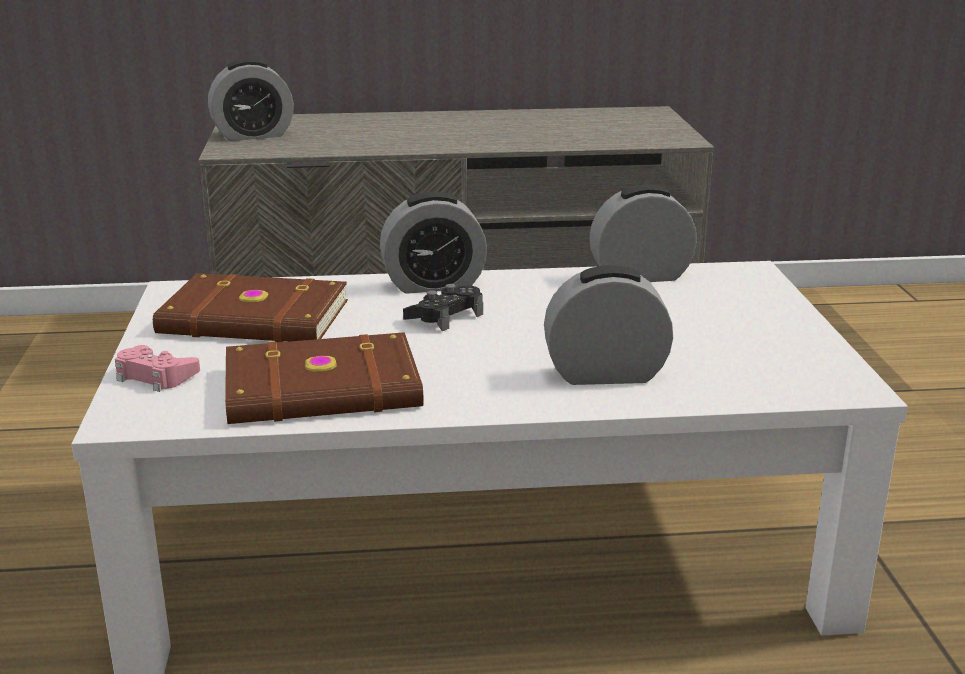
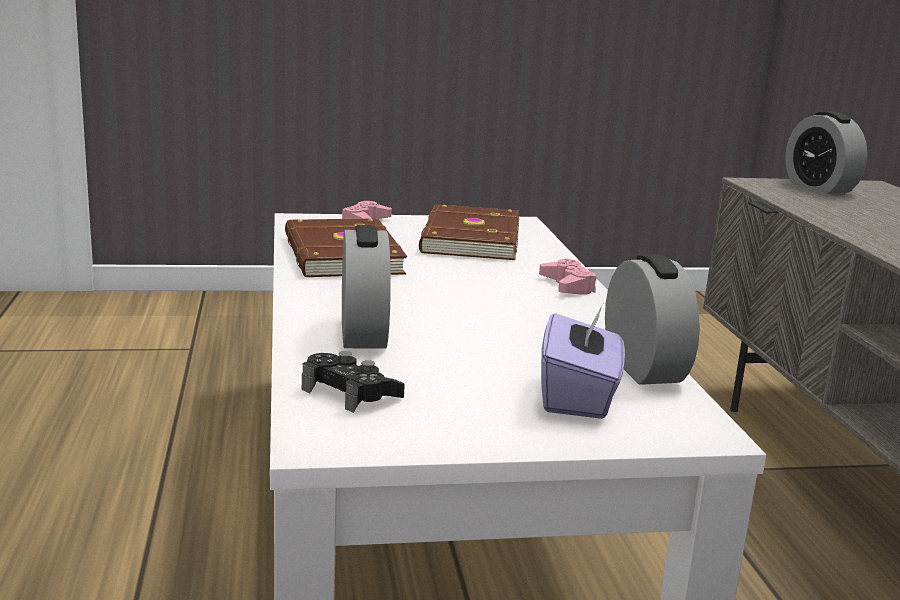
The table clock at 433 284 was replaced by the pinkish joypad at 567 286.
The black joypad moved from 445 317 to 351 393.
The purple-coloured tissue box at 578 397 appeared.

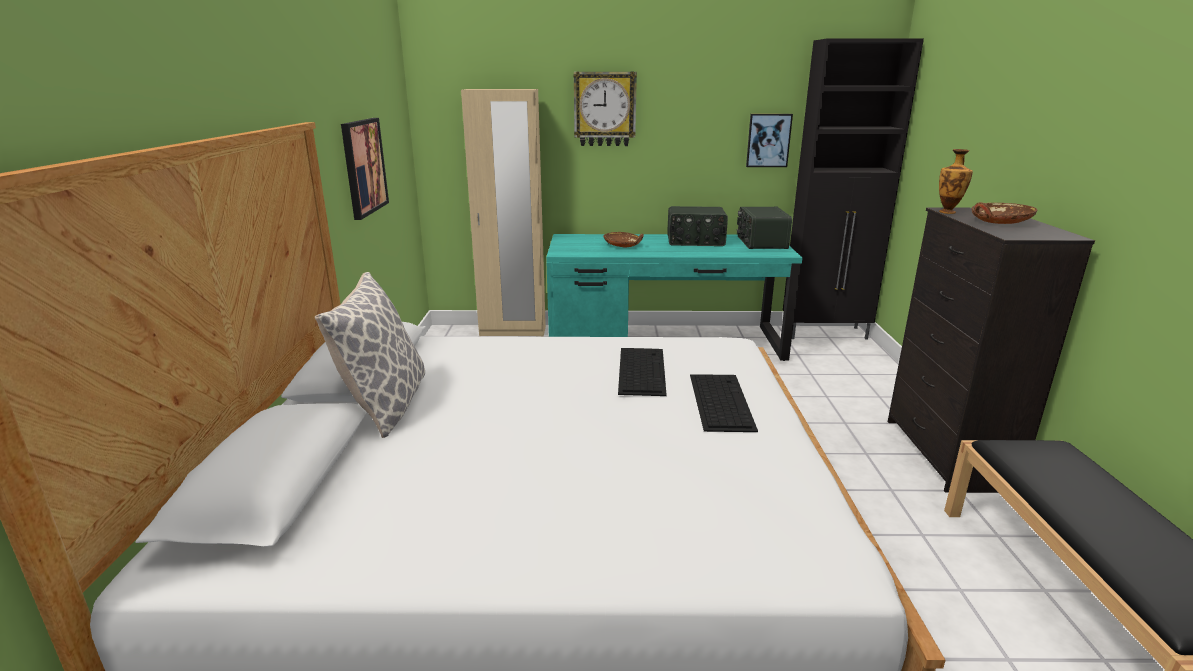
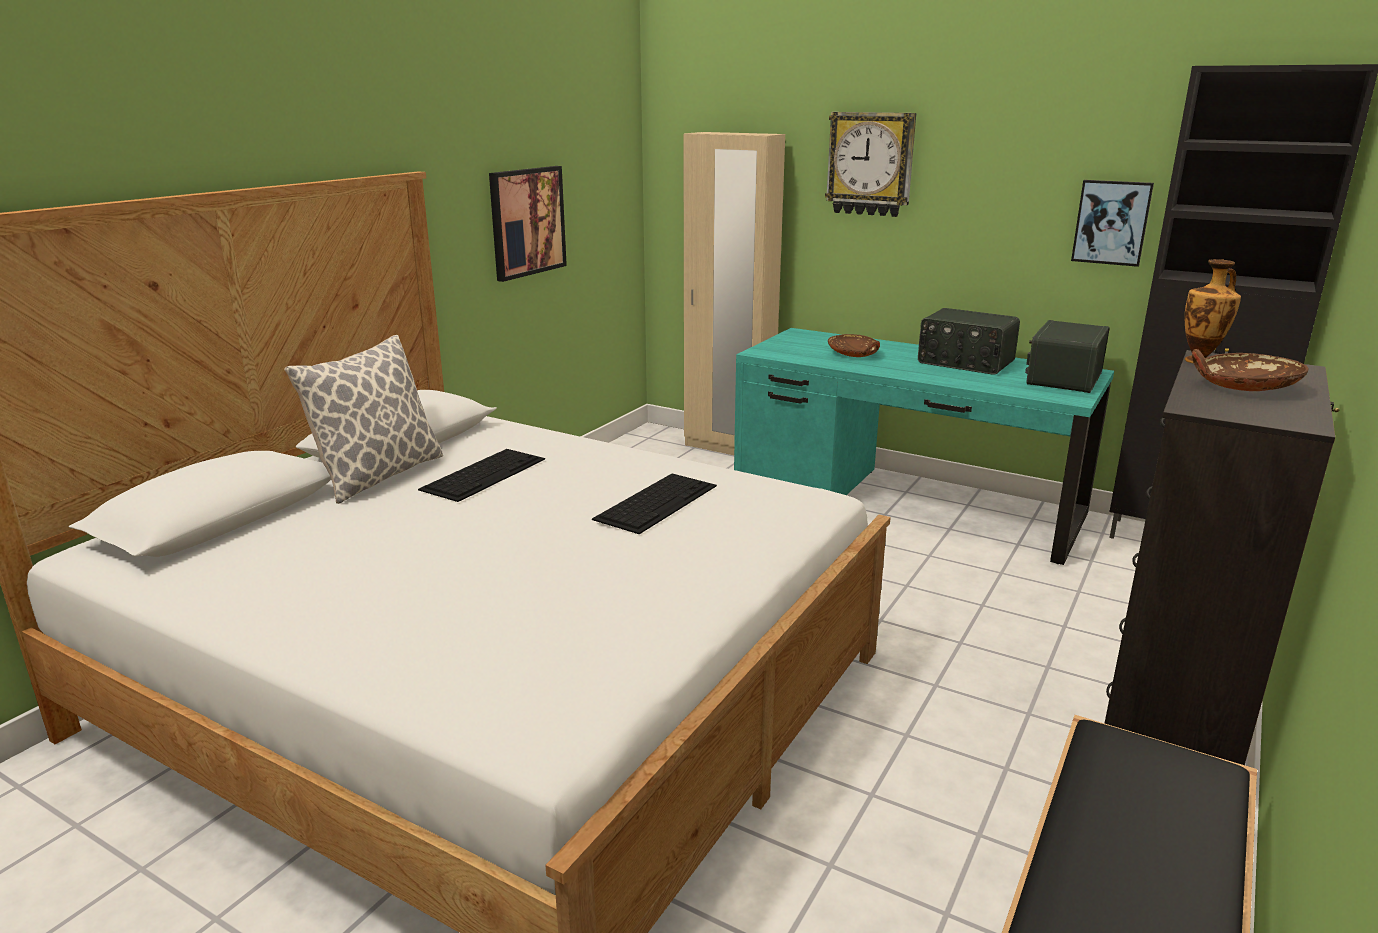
The keyboard moved from 720 400 to 484 473.

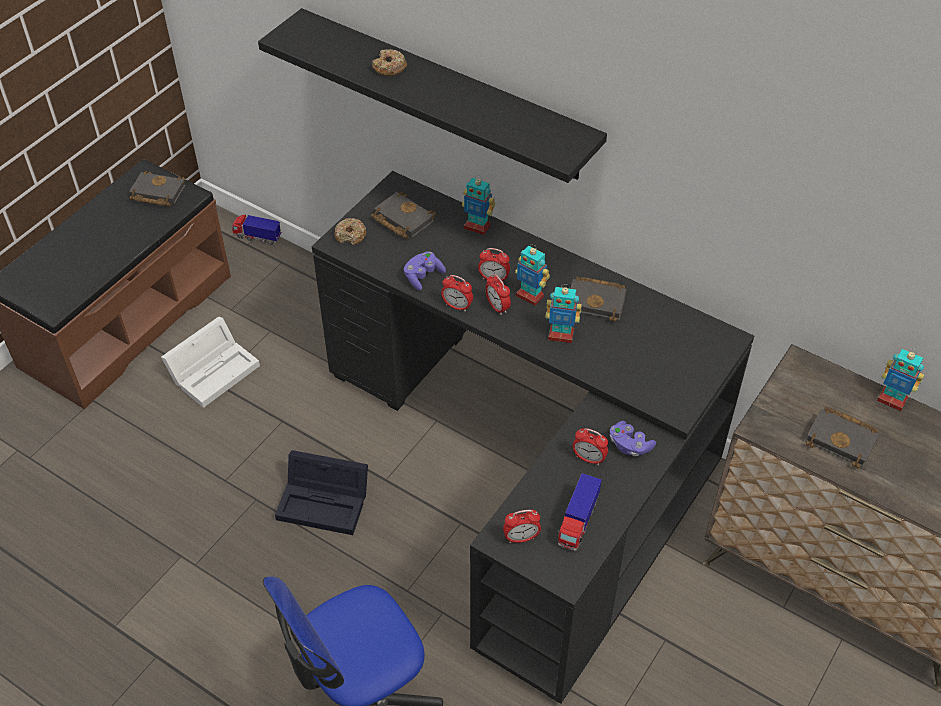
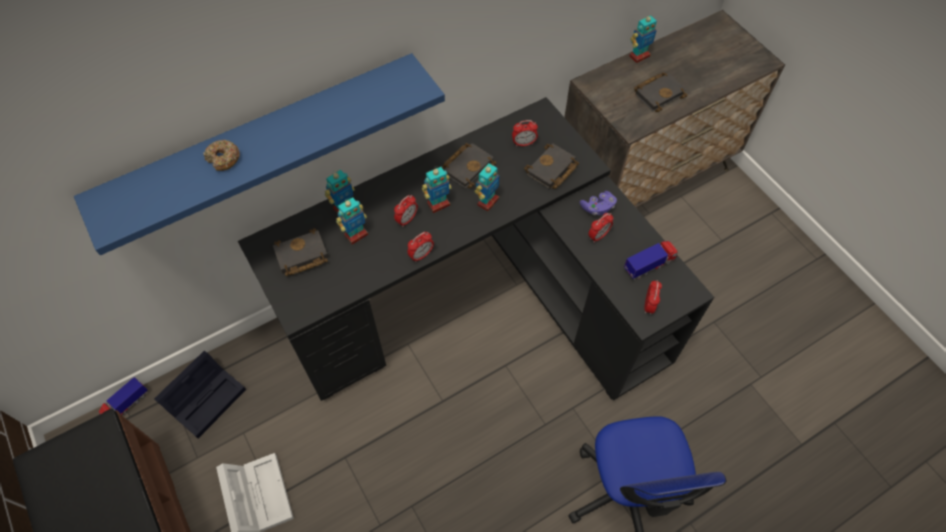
The black bound book moved from 156 193 to 551 170.
The black bracket shelf at 446 95 became the blue-coloured bracket shelf at 262 141.
The black storage bin moved from 326 501 to 206 397.
The donut at 351 235 disappeared.
The purple-coloured joypad at 423 276 disappeared.
The table clock moved from 497 307 to 524 143.
The toy truck at 578 522 turned 75 degrees counterclockwise.
The robot figure at 356 234 appeared.

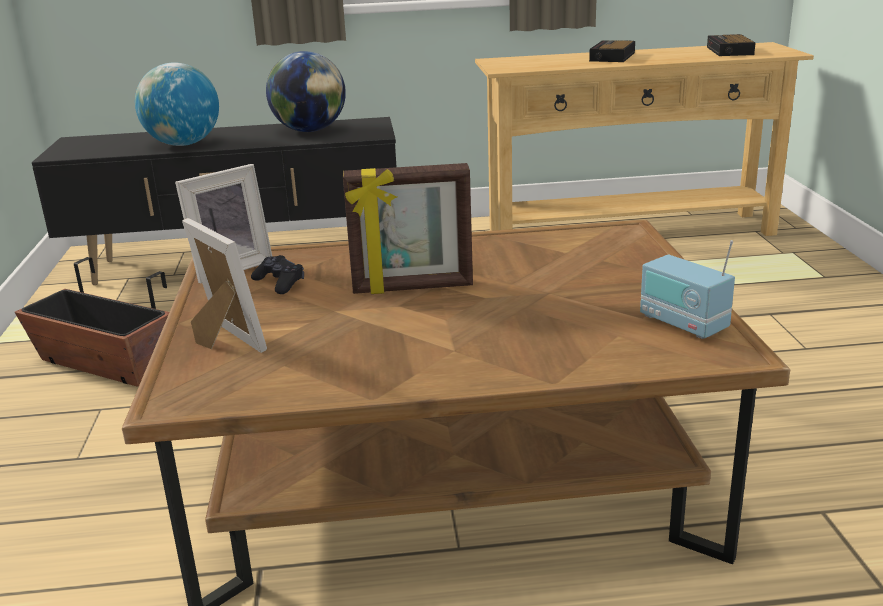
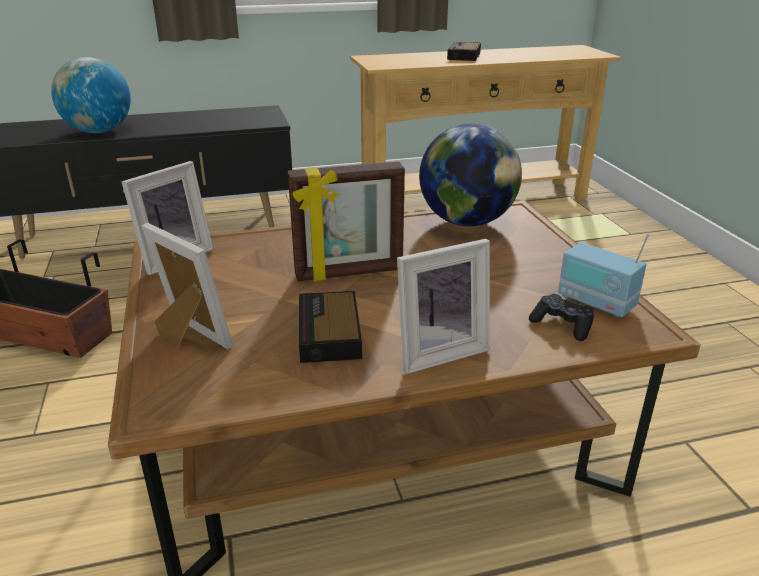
The black joypad moved from 279 283 to 562 325.
The desk globe moved from 310 130 to 466 222.
The table clock moved from 730 51 to 329 334.
The picture frame at 438 351 appeared.

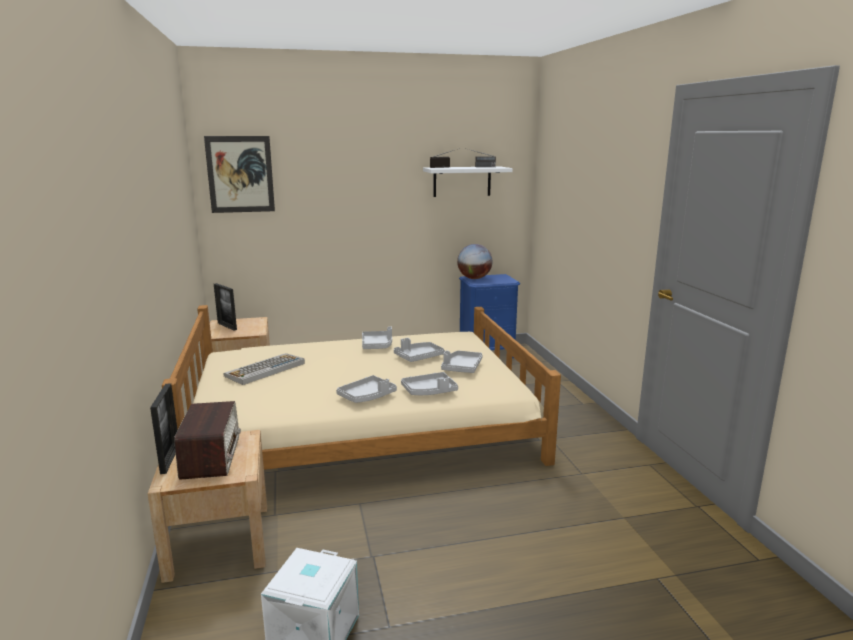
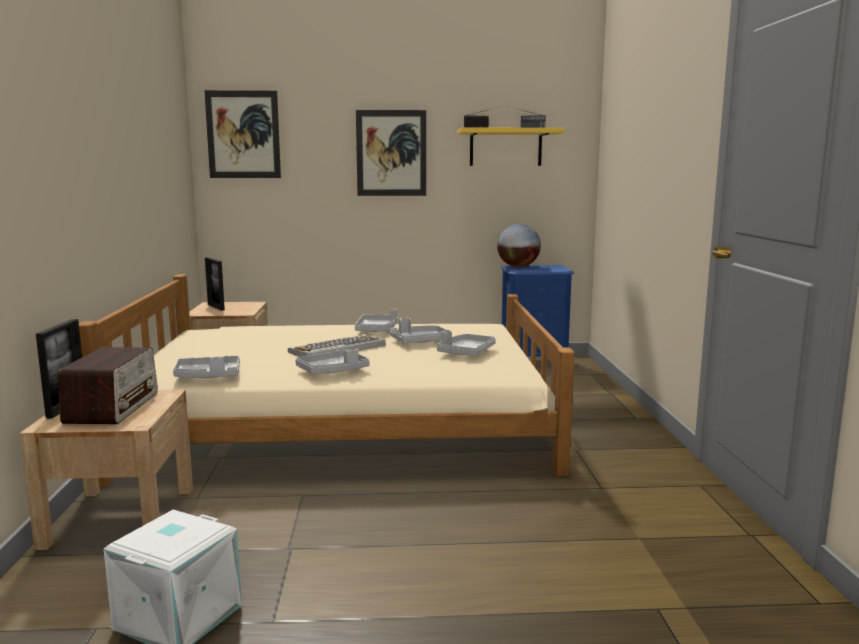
The keyboard moved from 265 370 to 337 349.
The gray tray moved from 429 391 to 208 376.
The whitish bracket shelf at 462 181 became the yellow bracket shelf at 505 147.
The wall art at 391 153 appeared.

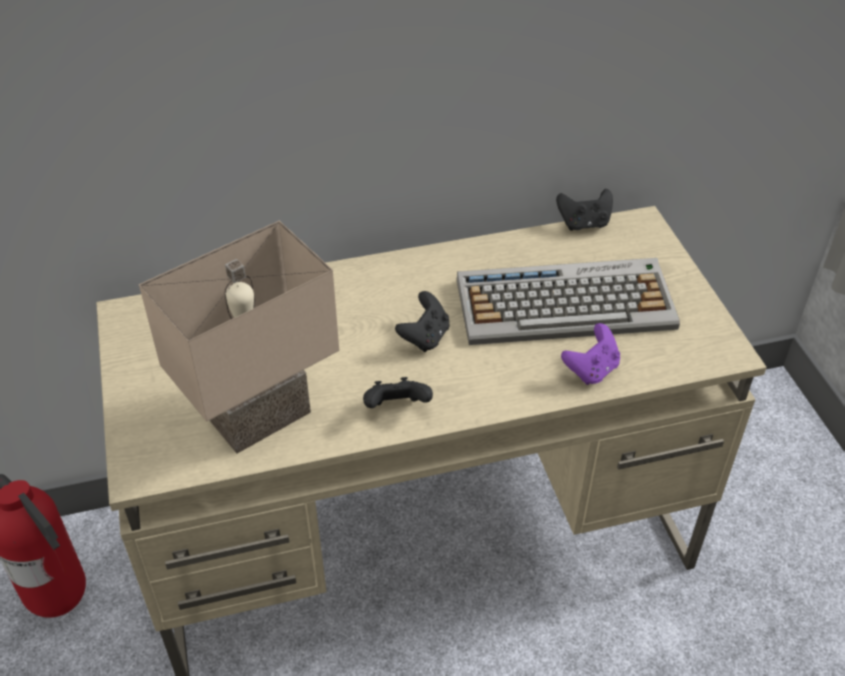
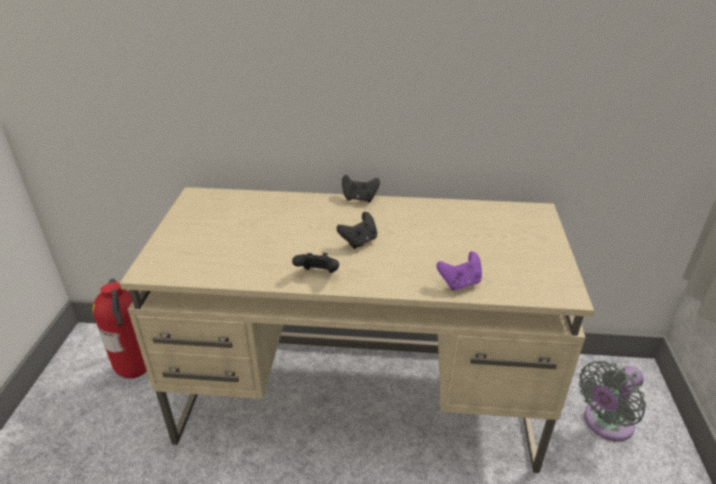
The sand-coloured table lamp at 261 420 disappeared.
The keyboard at 566 303 disappeared.
The black joypad moved from 584 224 to 359 198.
The gray fan at 605 423 appeared.

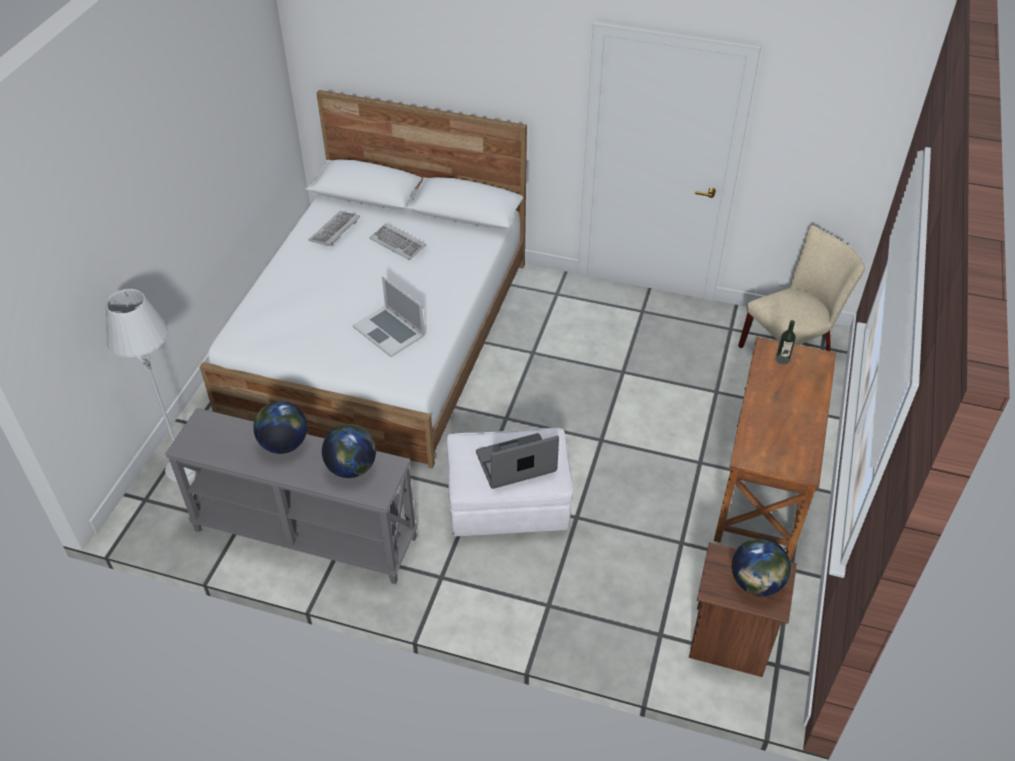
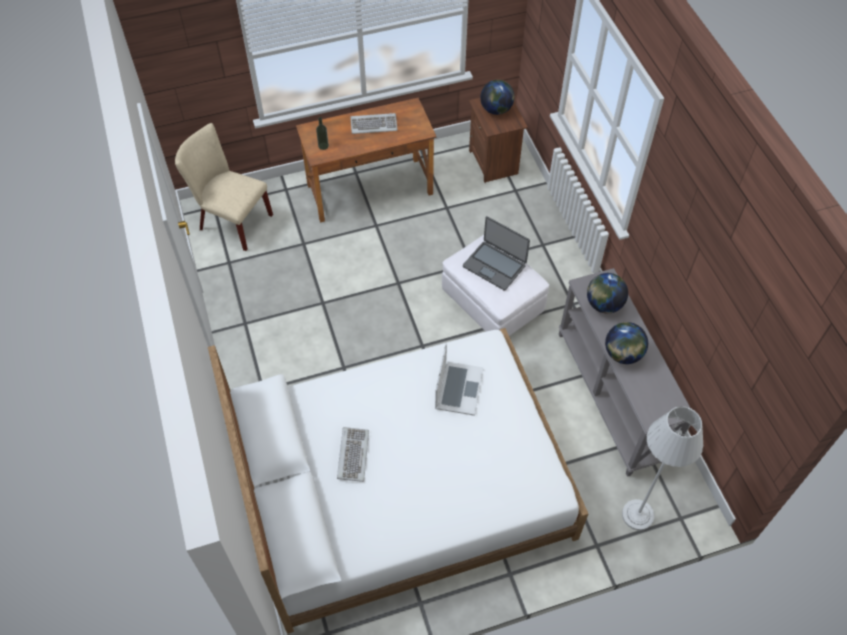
The keyboard moved from 335 230 to 374 124.

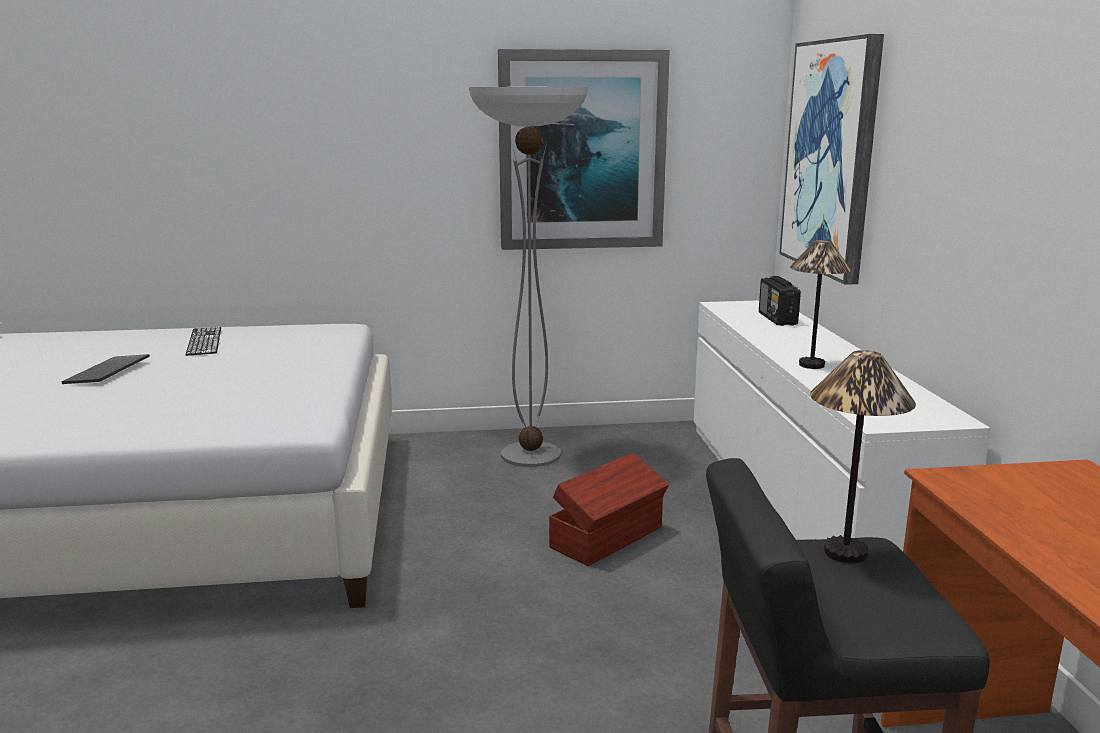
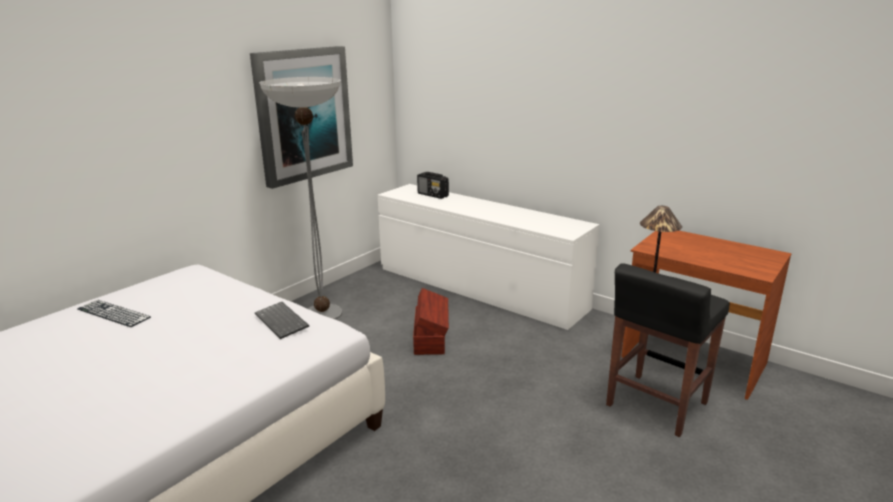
The keyboard moved from 108 372 to 283 321.
The wall art at 831 157 disappeared.
The table lamp at 811 365 disappeared.

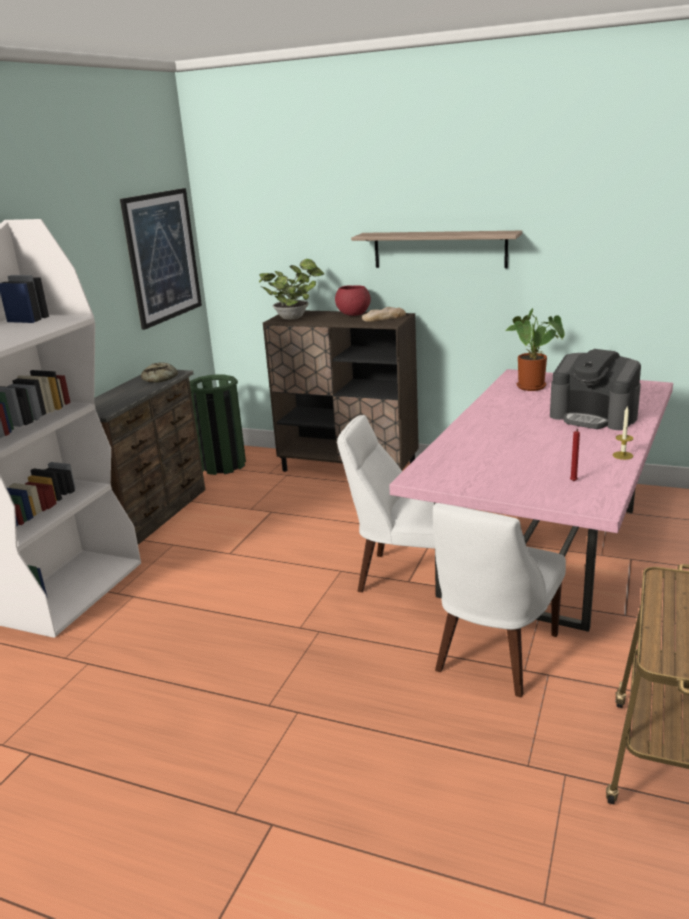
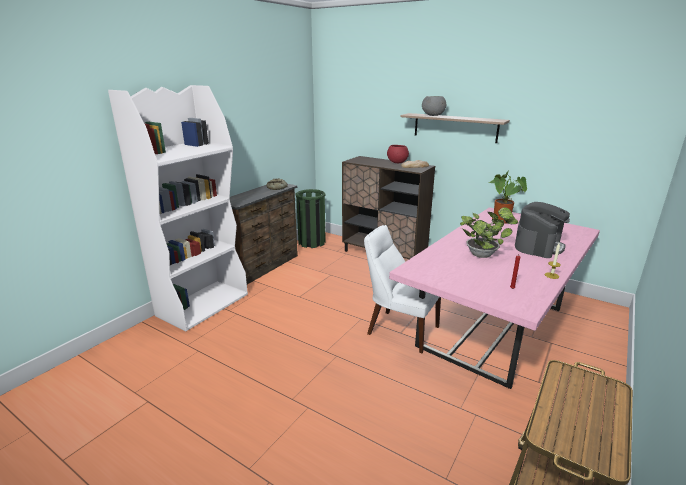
The wall art at 162 257 disappeared.
The houseplant moved from 294 317 to 483 254.
The whitish upright chair at 493 655 disappeared.
The coffee machine at 594 416 turned 105 degrees counterclockwise.
The gray bowl at 433 115 appeared.

